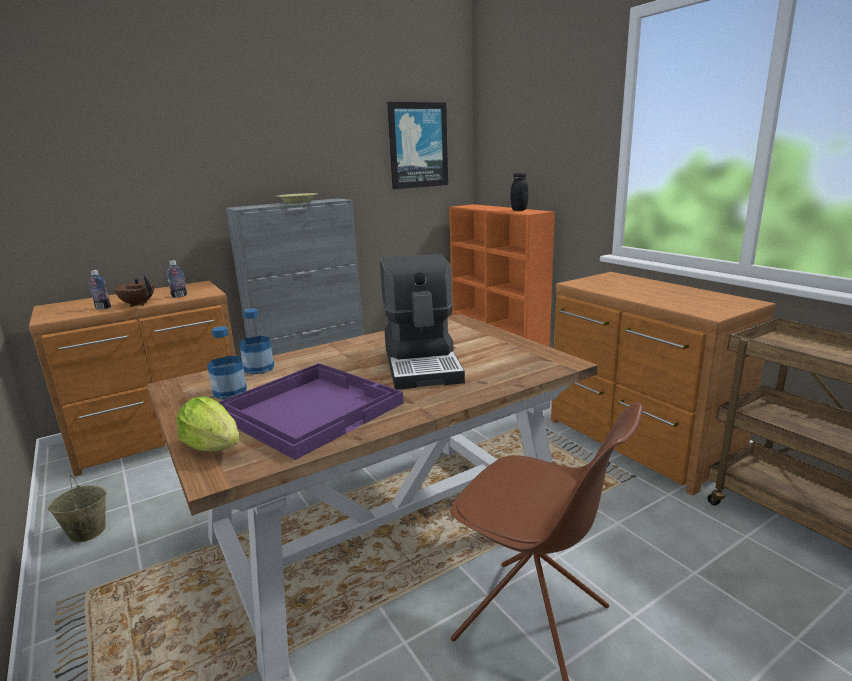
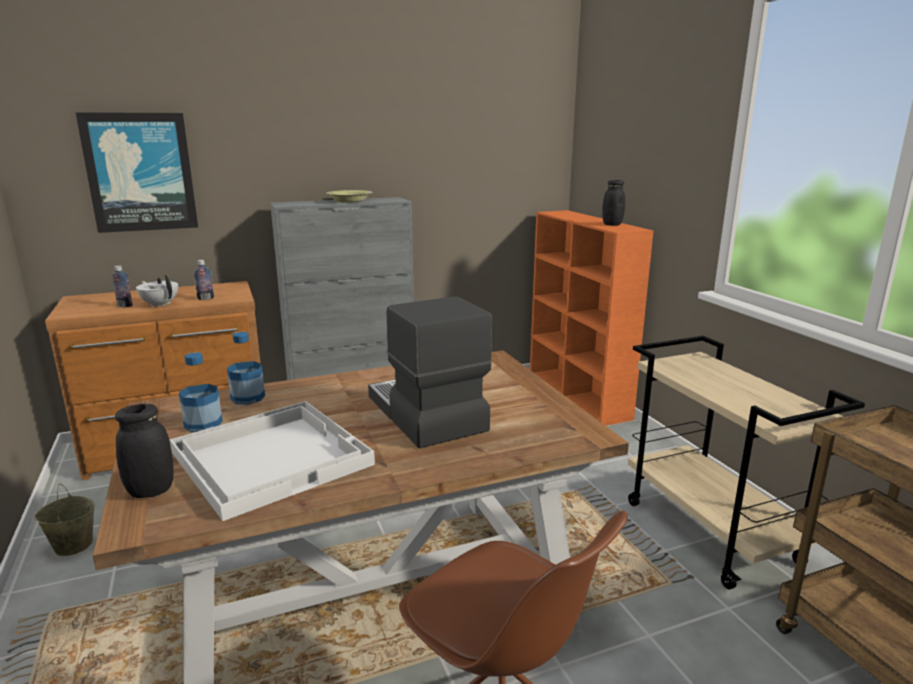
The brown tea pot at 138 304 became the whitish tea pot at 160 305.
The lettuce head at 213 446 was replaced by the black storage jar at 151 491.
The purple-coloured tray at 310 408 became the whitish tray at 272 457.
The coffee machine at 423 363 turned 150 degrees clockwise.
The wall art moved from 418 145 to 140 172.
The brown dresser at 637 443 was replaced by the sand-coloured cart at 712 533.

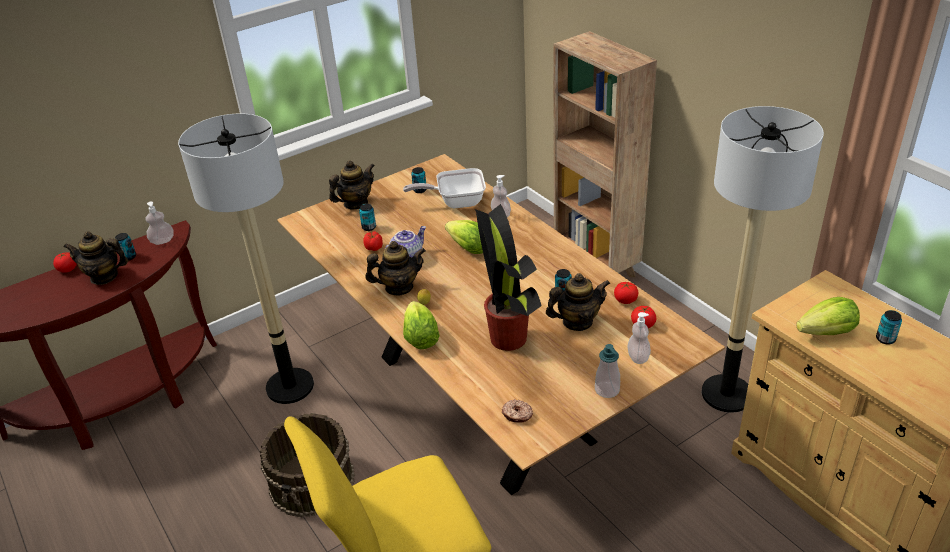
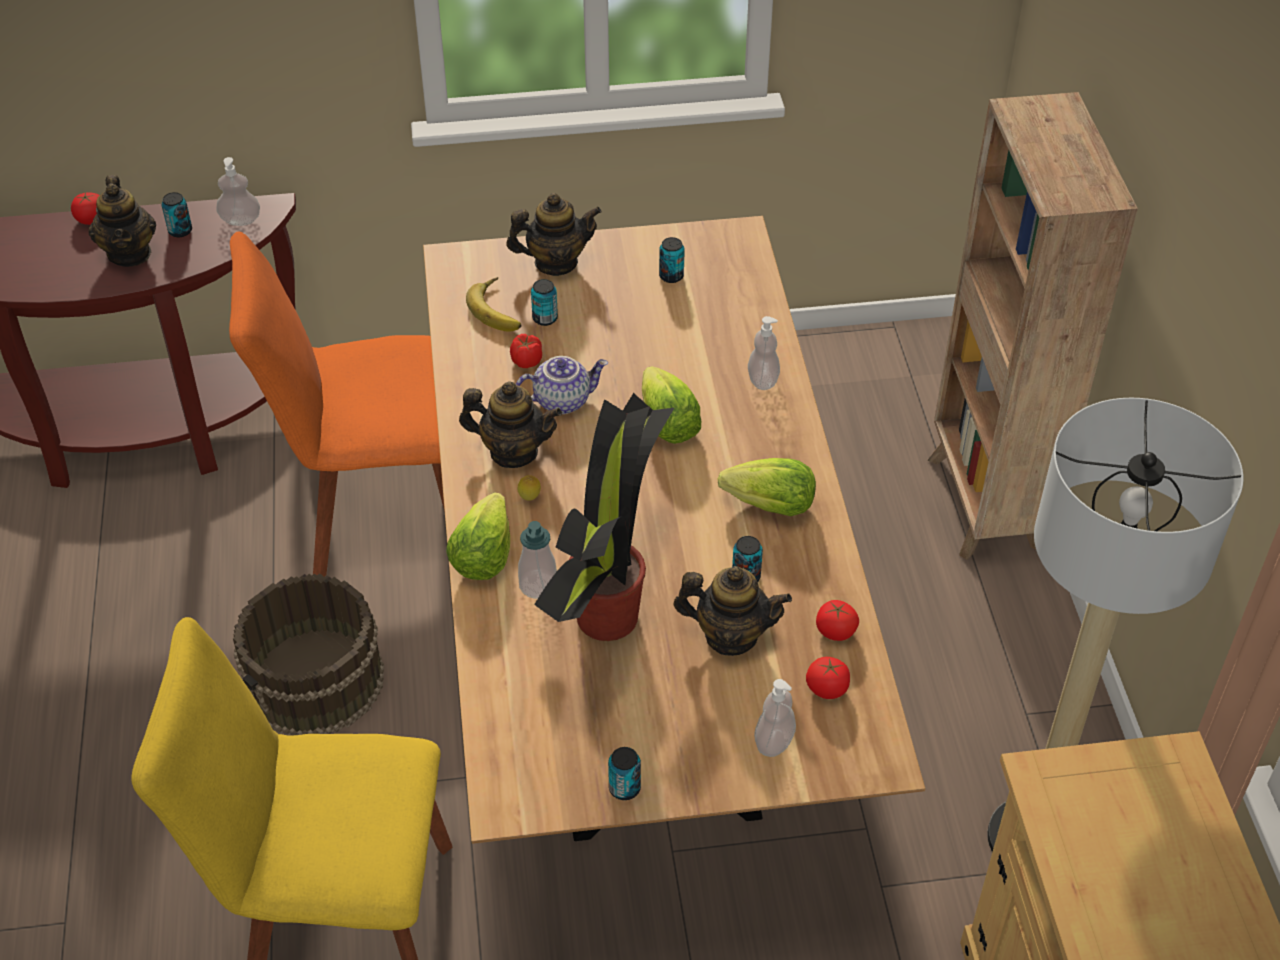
The tea pot at 104 276 turned 135 degrees counterclockwise.
The standing lamp at 289 386 was replaced by the orangey upright chair at 373 510.
The pan at 455 202 disappeared.
The donut at 517 415 disappeared.
The soap dispenser moved from 607 390 to 538 585.
The lettuce head moved from 827 333 to 771 506.
The metal can moved from 885 339 to 624 788.
The whole banana at 499 309 appeared.

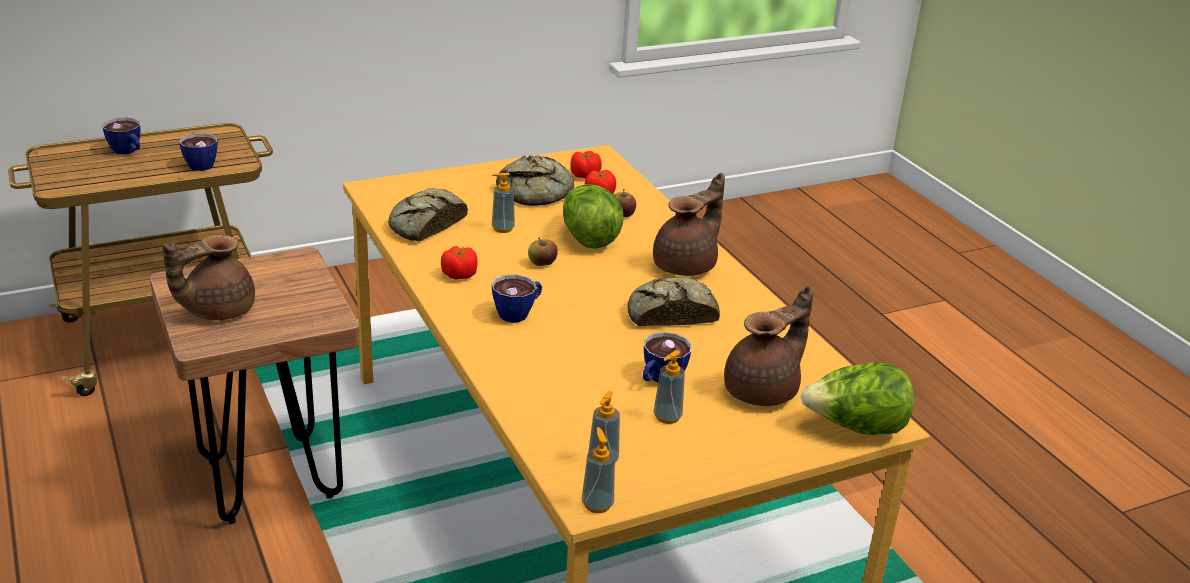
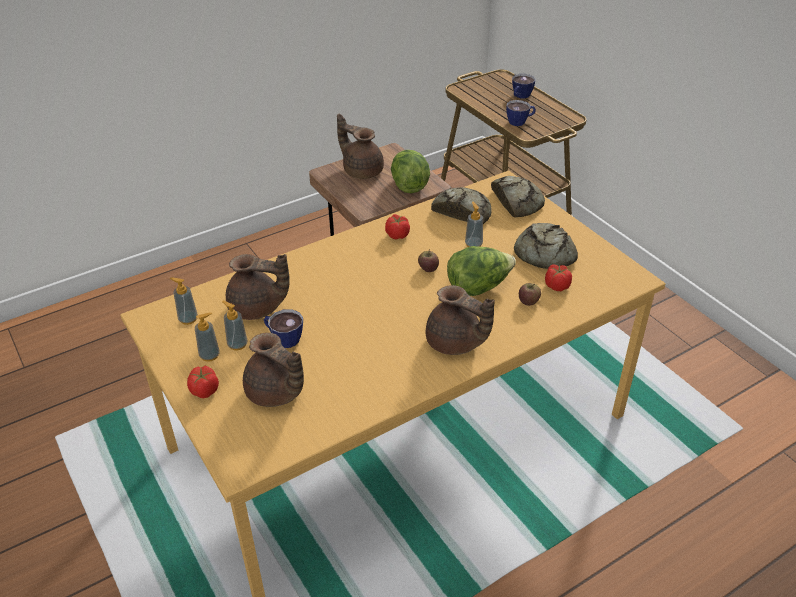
The cup at 519 312 disappeared.
The fresh tomato moved from 585 175 to 204 390.
The soap dispenser moved from 597 504 to 209 355.
The bread moved from 670 313 to 516 201.
The lettuce head moved from 855 428 to 409 185.
The brown tea pot at 257 309 appeared.

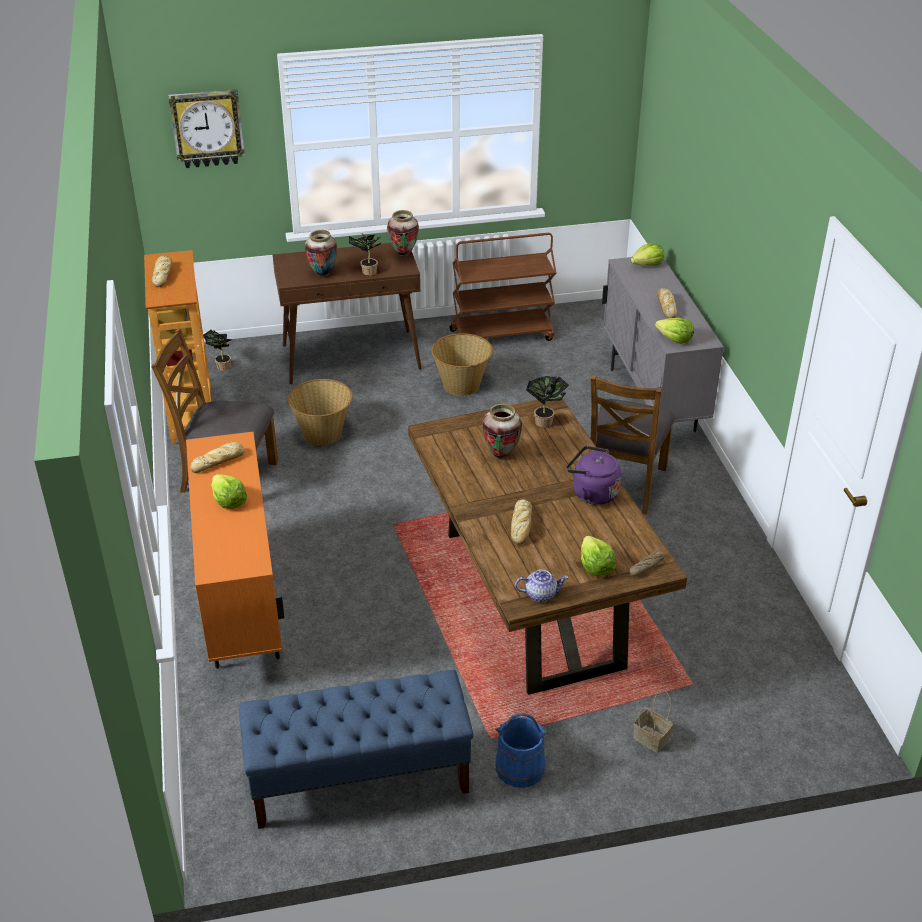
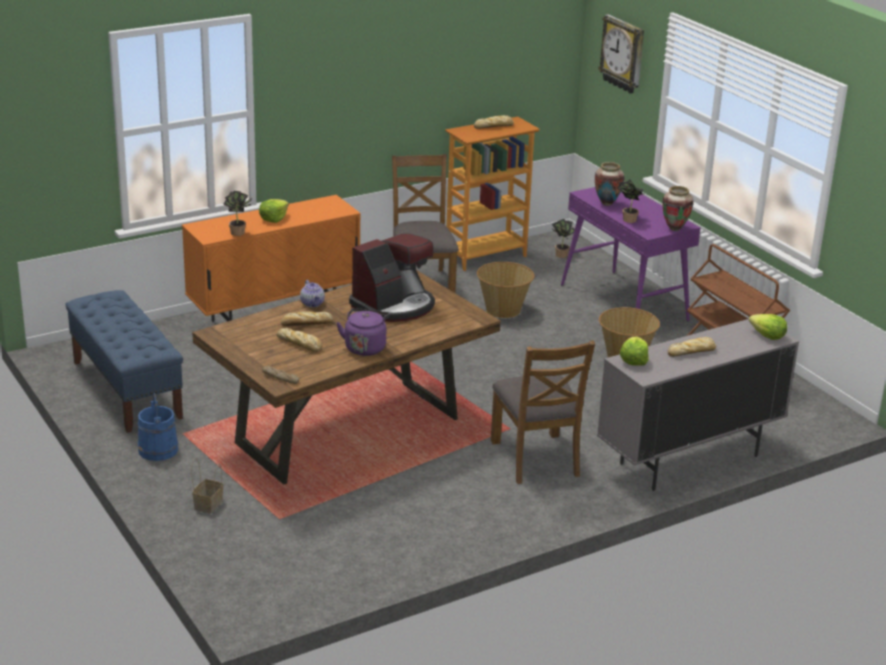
The bread moved from 219 461 to 300 344.
The brown console table at 352 357 became the purple-coloured console table at 624 303.
The vase at 501 455 was replaced by the coffee machine at 394 305.
The tea pot moved from 541 594 to 312 303.
The houseplant moved from 545 421 to 239 233.
The lettuce head at 595 566 disappeared.
The brown upright chair at 624 483 turned 105 degrees counterclockwise.

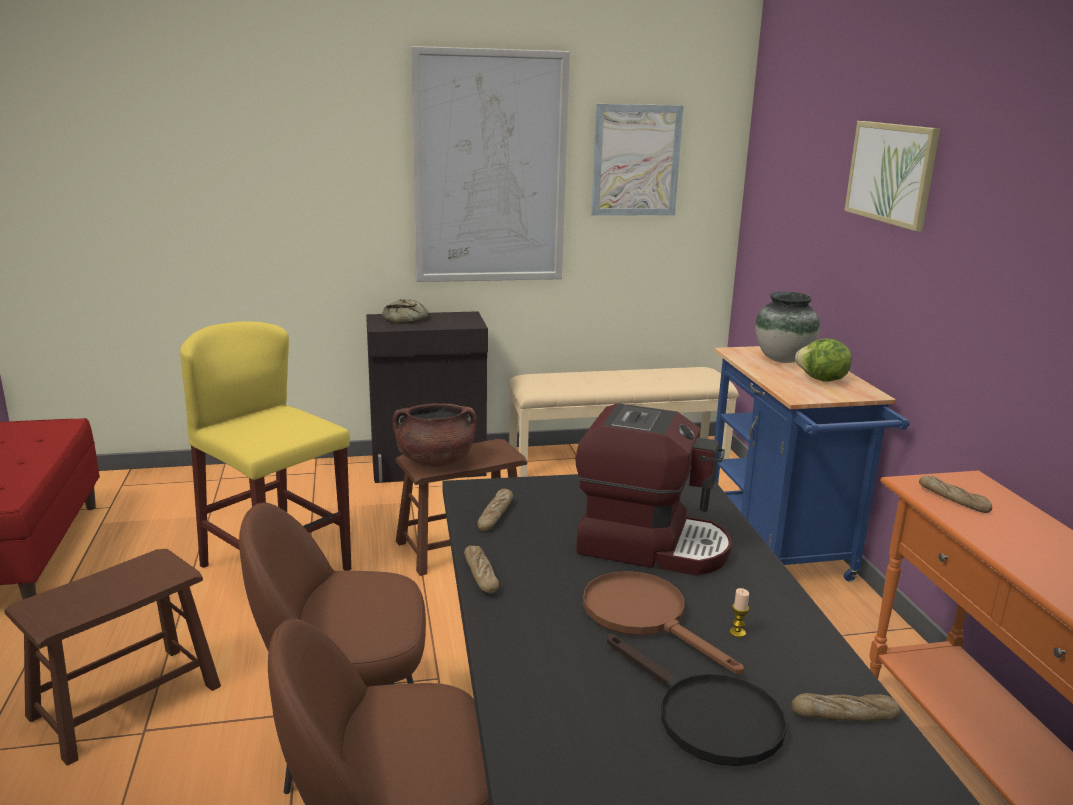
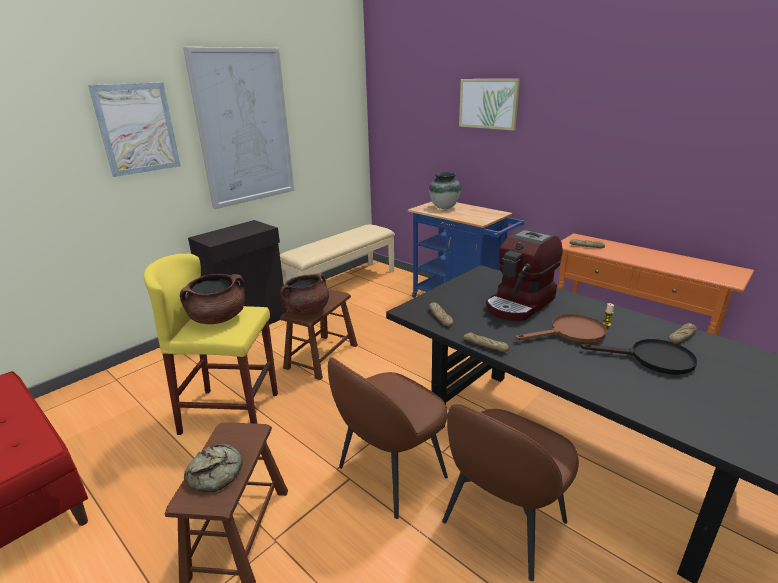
The bread moved from 406 319 to 217 472.
The coffee machine at 650 544 turned 150 degrees clockwise.
The brown pan at 645 617 turned 150 degrees clockwise.
The wall art moved from 636 160 to 137 129.
The lettuce head at 821 380 disappeared.
The brown cooking pot at 218 318 appeared.

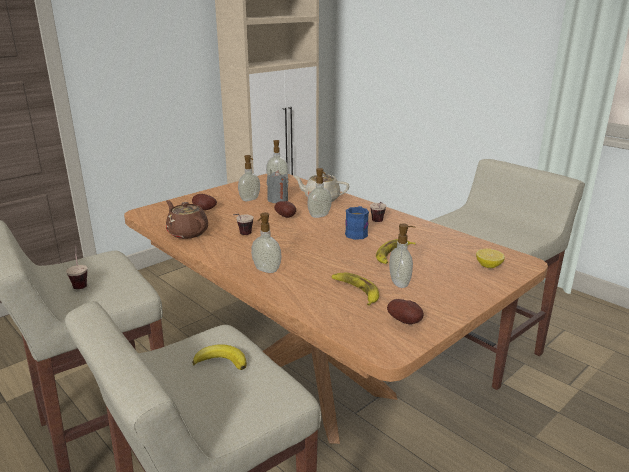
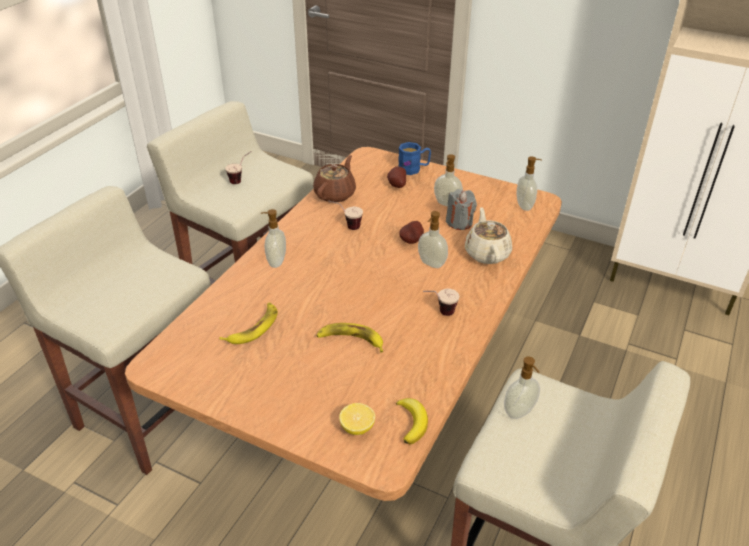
The whole banana moved from 221 361 to 412 422.
The blue-coloured tea mug moved from 357 232 to 414 169.
The whole potato at 406 322 disappeared.
The soap dispenser moved from 400 283 to 519 412.

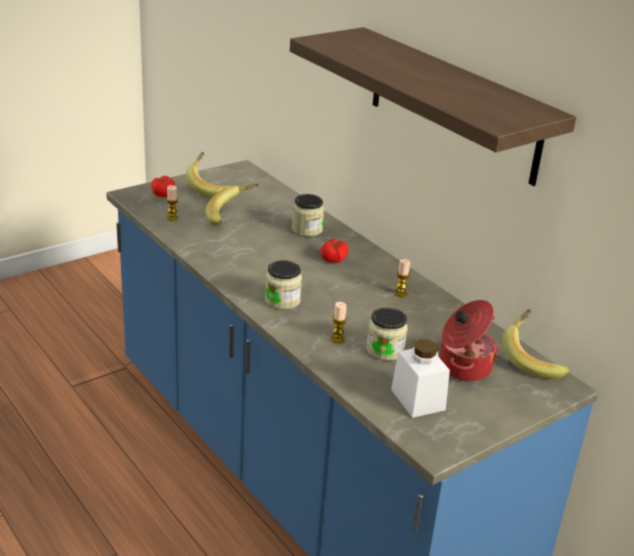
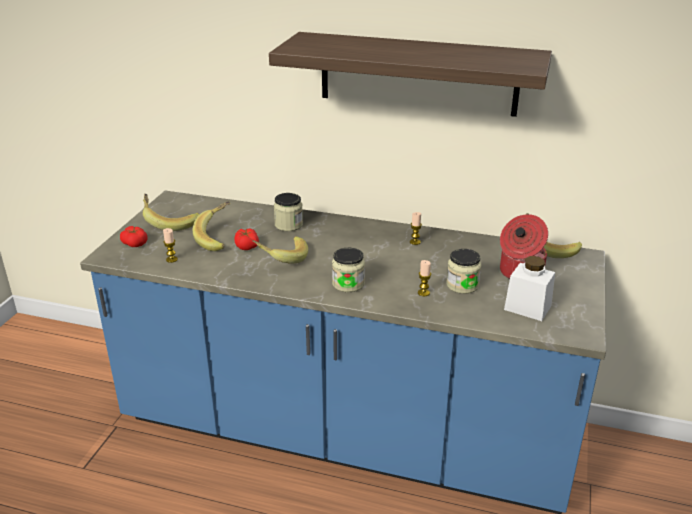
The fresh tomato moved from 333 258 to 246 246.
The whole banana at 281 258 appeared.

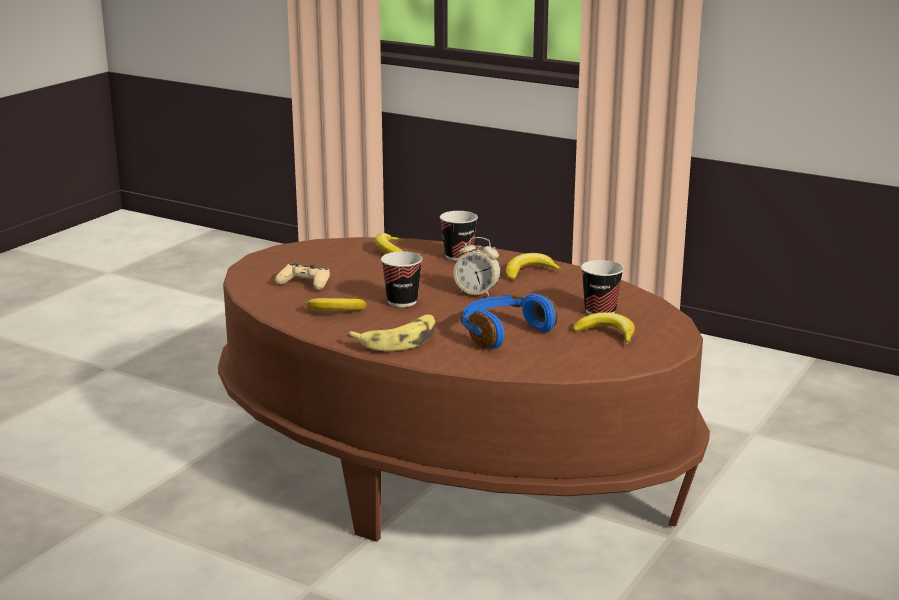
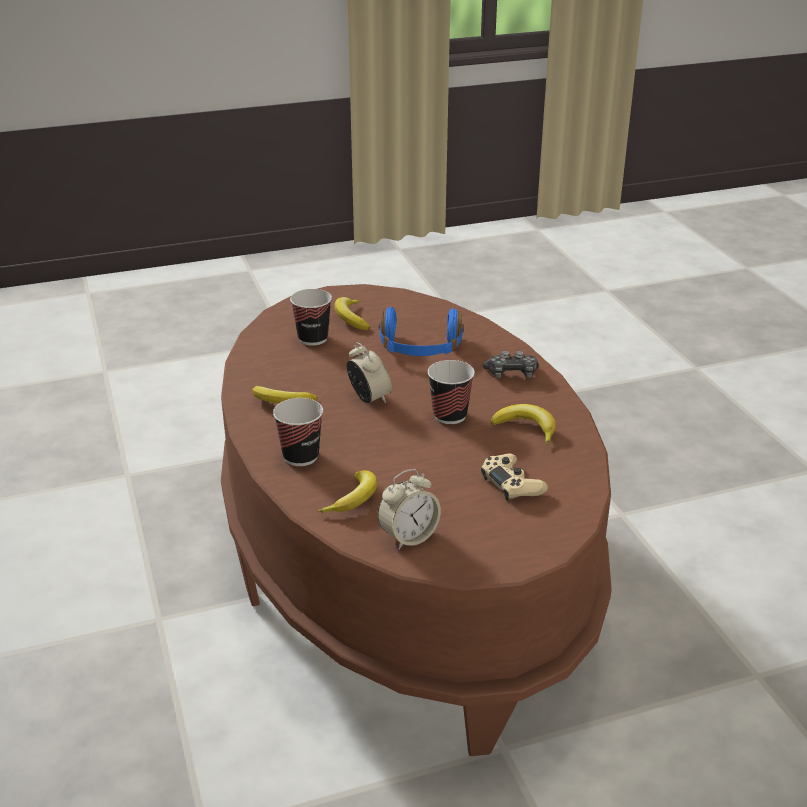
The whole banana at 398 340 was replaced by the joypad at 511 374.
The table clock at 408 537 appeared.

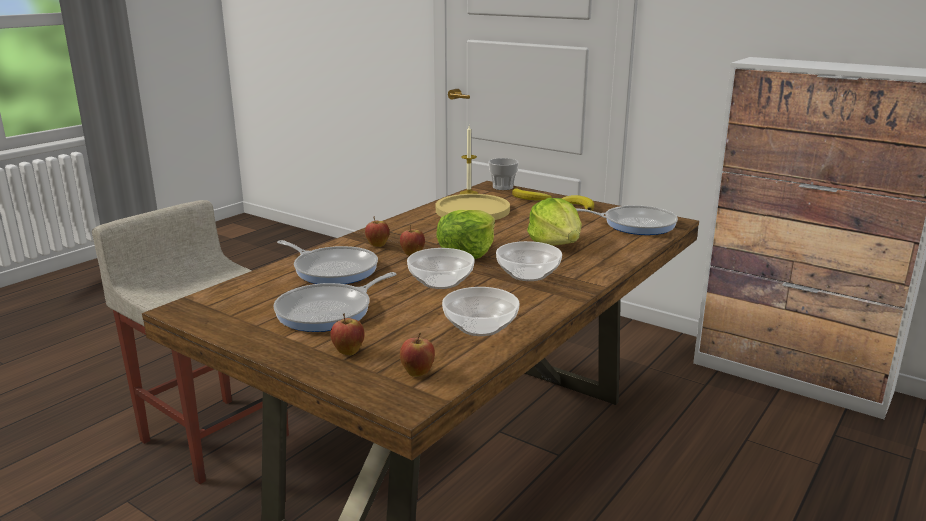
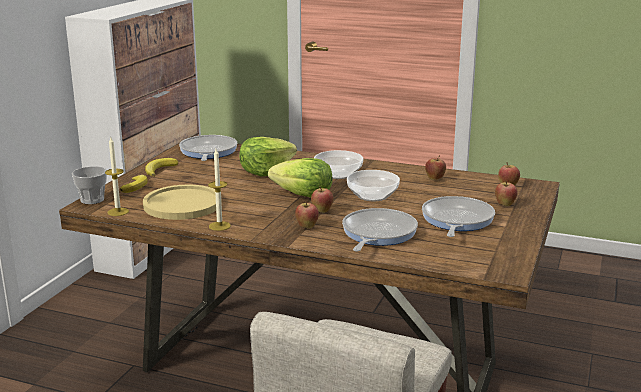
The pan at 329 312 turned 105 degrees counterclockwise.
The bowl at 481 327 was replaced by the apple at 435 179.
The wax light at 219 226 appeared.

